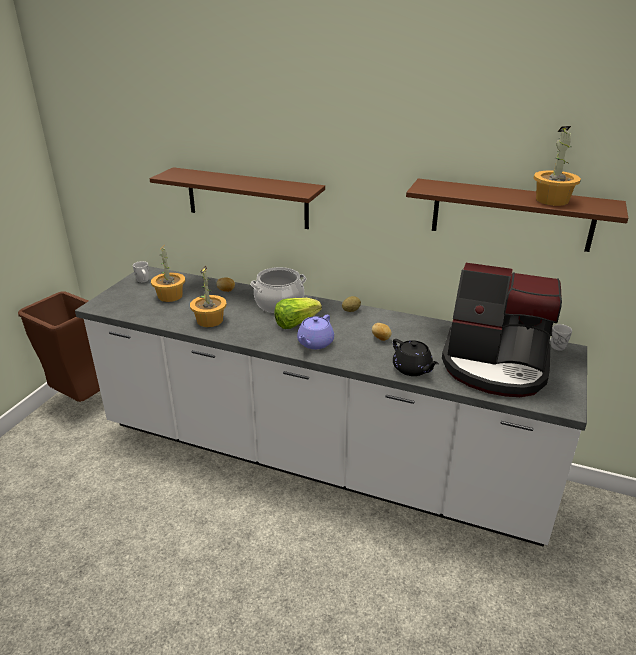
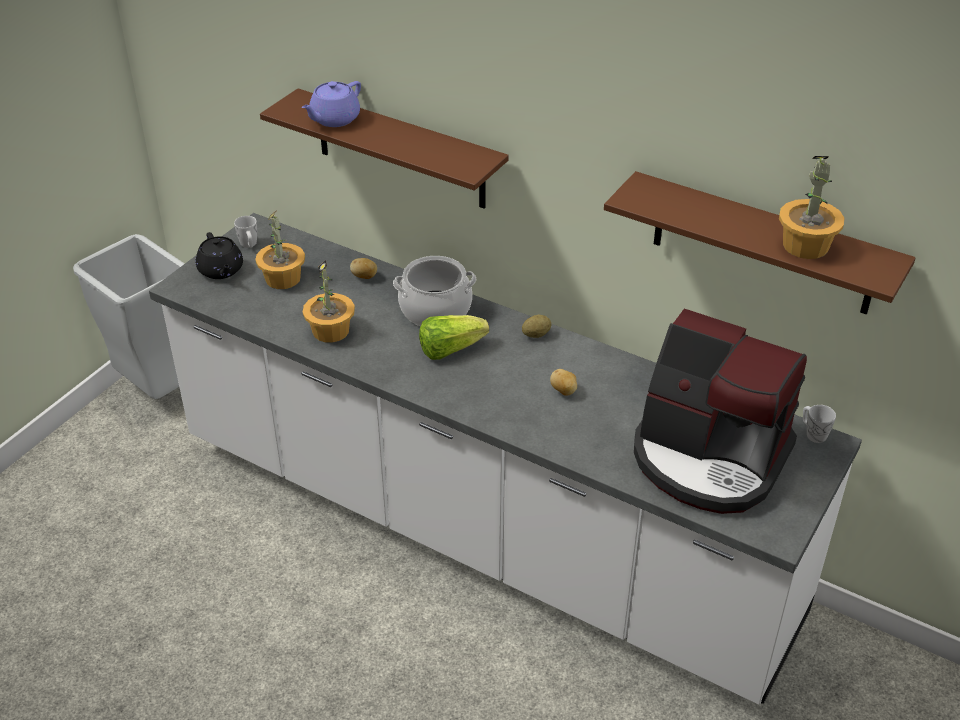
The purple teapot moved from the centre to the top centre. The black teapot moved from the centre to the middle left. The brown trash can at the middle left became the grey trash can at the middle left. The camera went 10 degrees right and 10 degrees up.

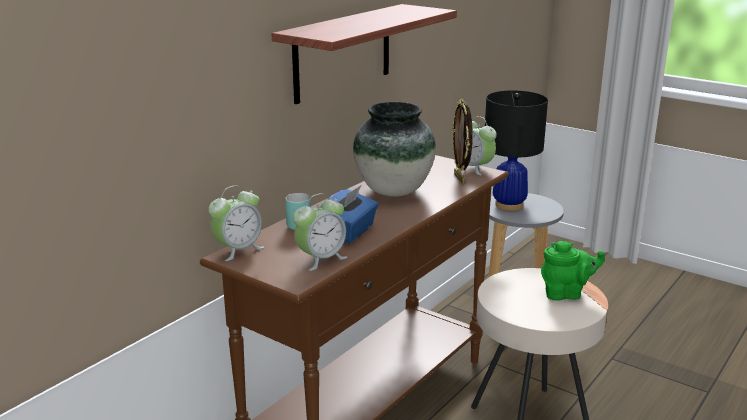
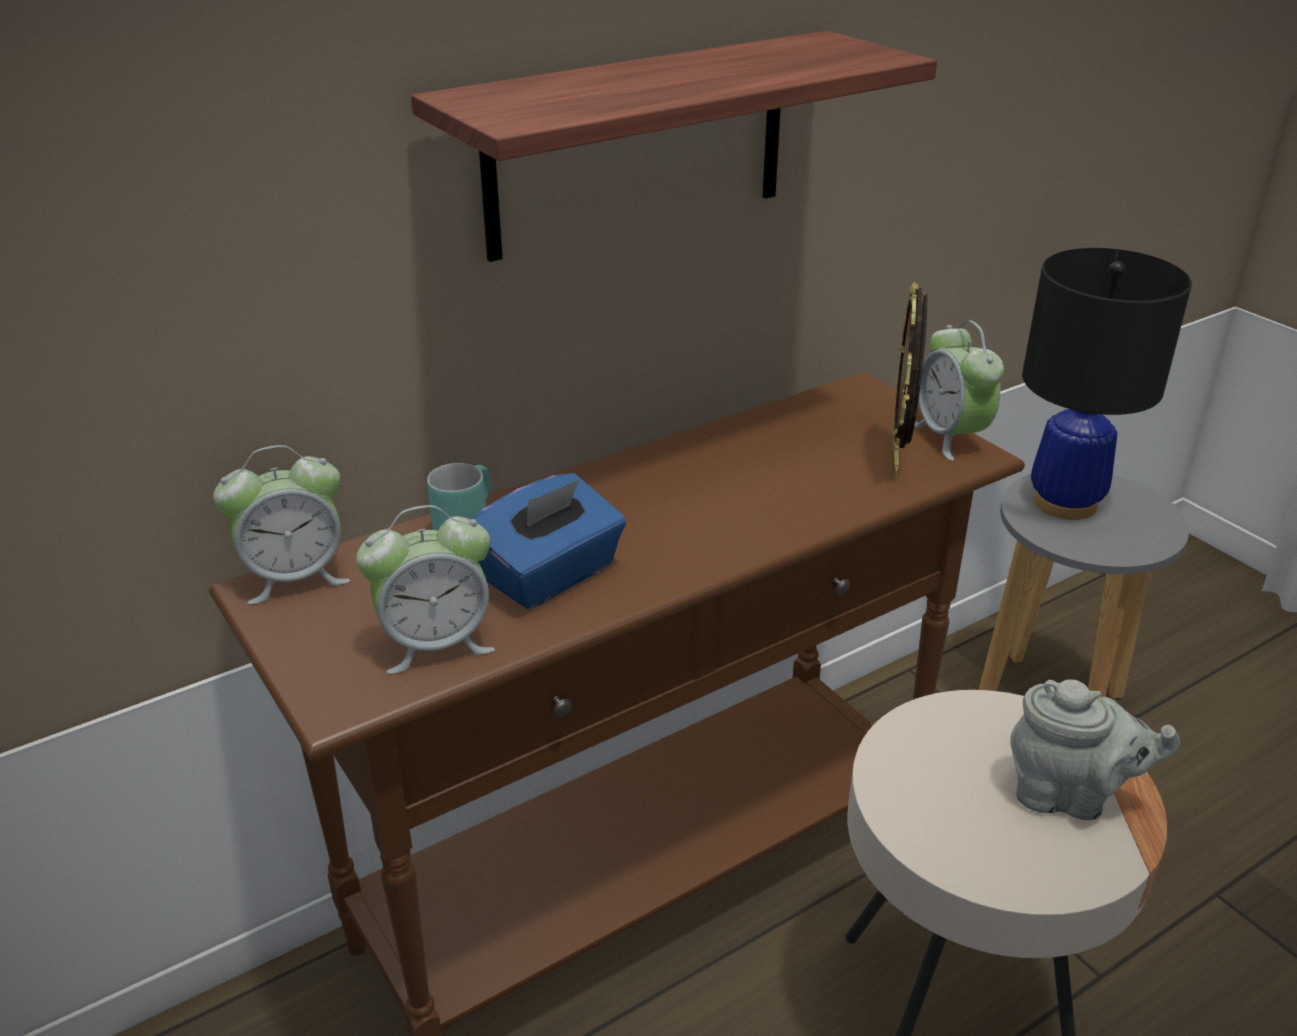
The vase at the centre disappeared. The green teapot at the middle right became the grey teapot at the bottom right. The camera went 20 degrees right and 10 degrees up.

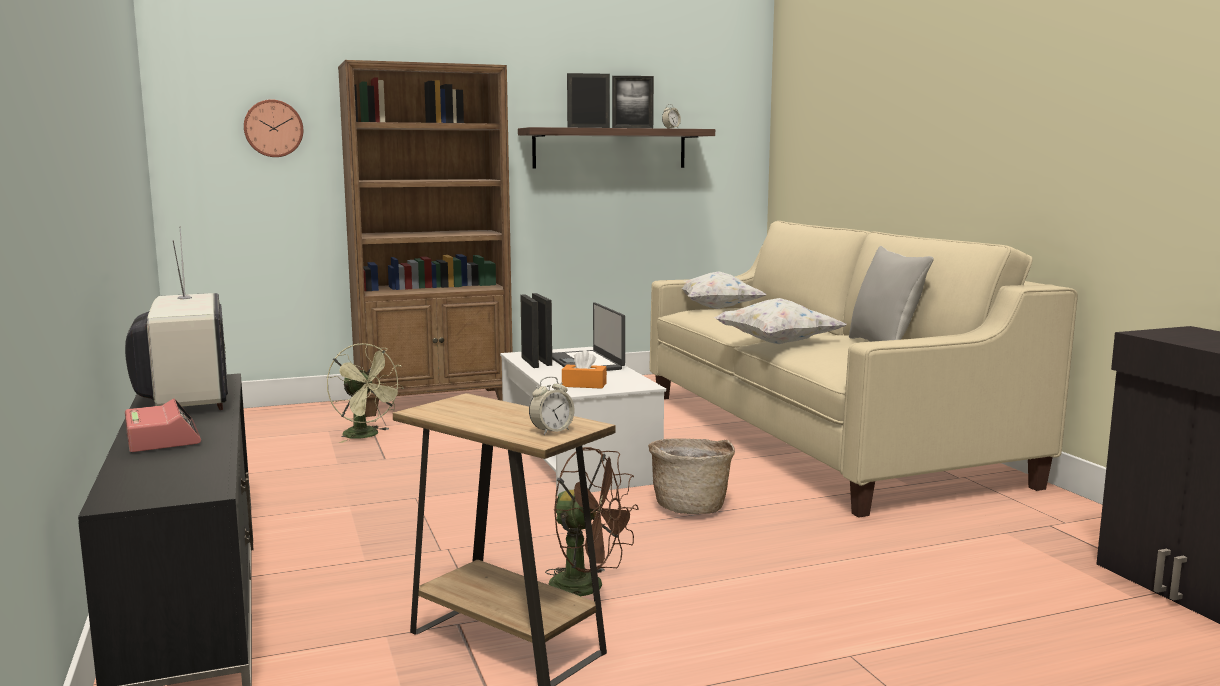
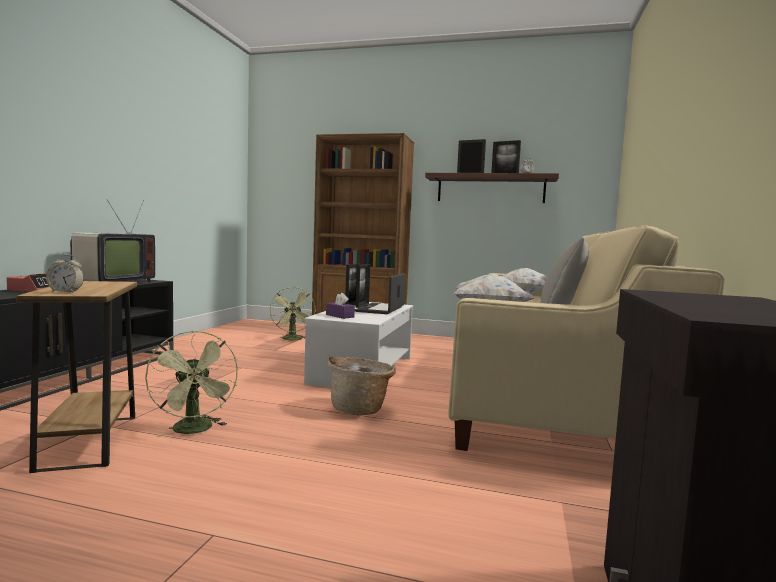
The wall clock at the top left disappeared. The brown fan at the bottom centre became the green fan (1st from left) at the middle left. The orange tissue box at the centre became the purple tissue box at the centre. The camera went 35 degrees right and 5 degrees down.

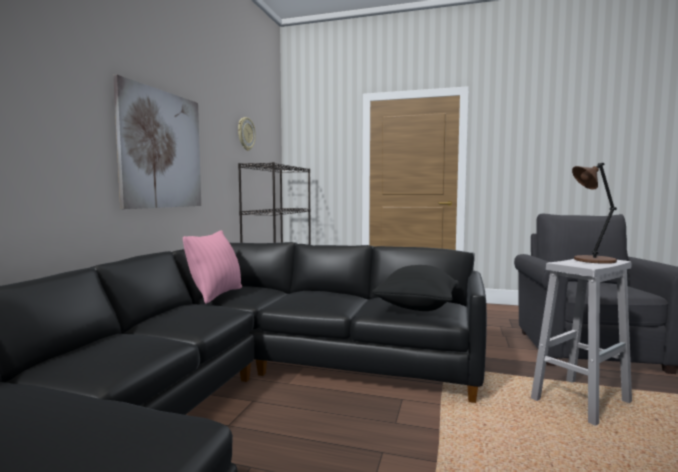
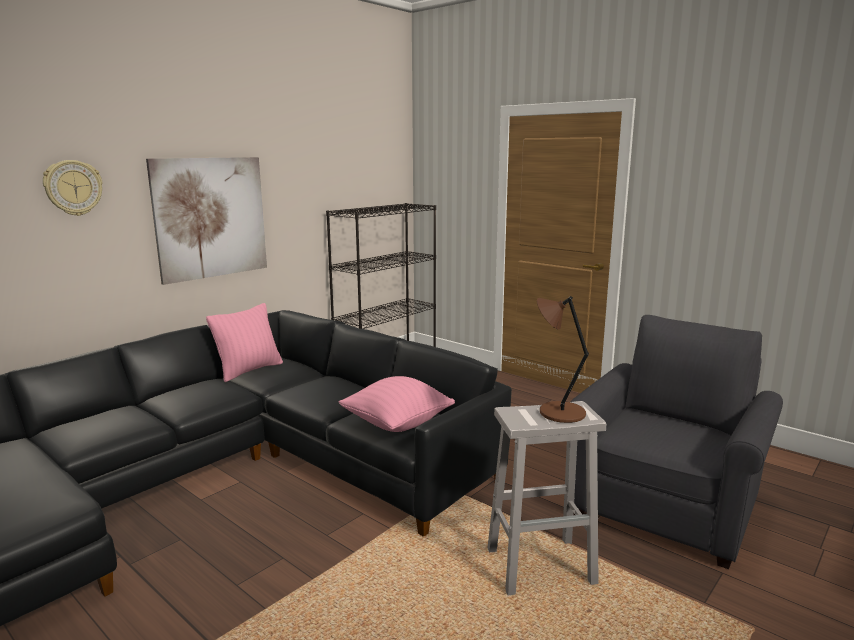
The wall clock moved from the top centre to the top left. The black pillow at the centre became the pink pillow (2nd from left) at the centre. The camera went 25 degrees right and 10 degrees up.

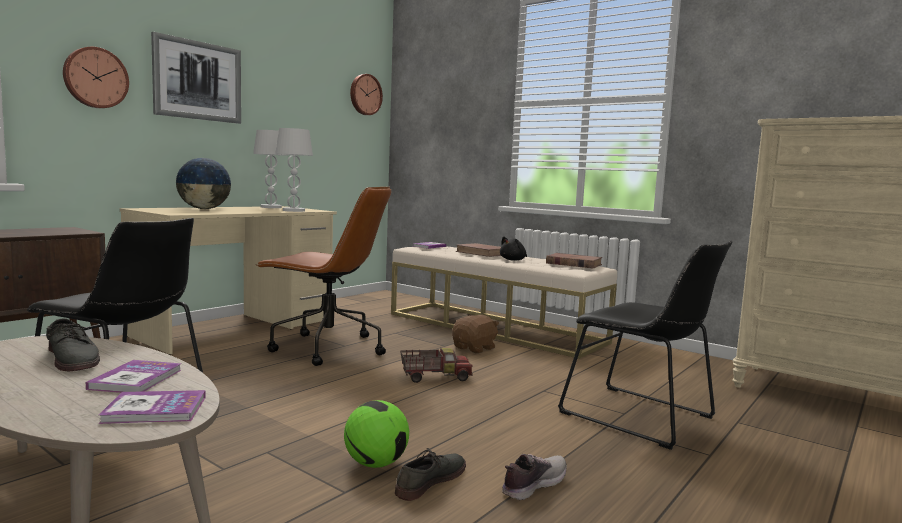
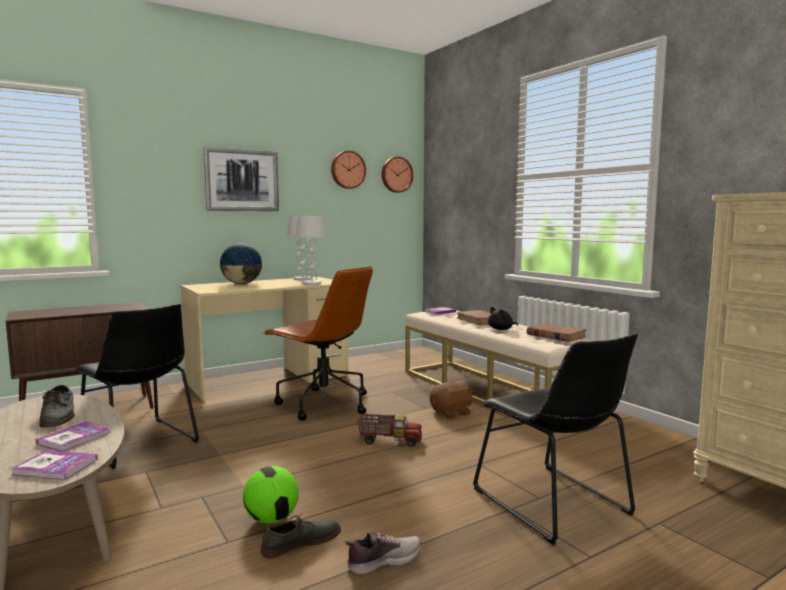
The wall clock (1st from left) moved from the top left to the top centre. The camera went 20 degrees right and 0 degrees up.

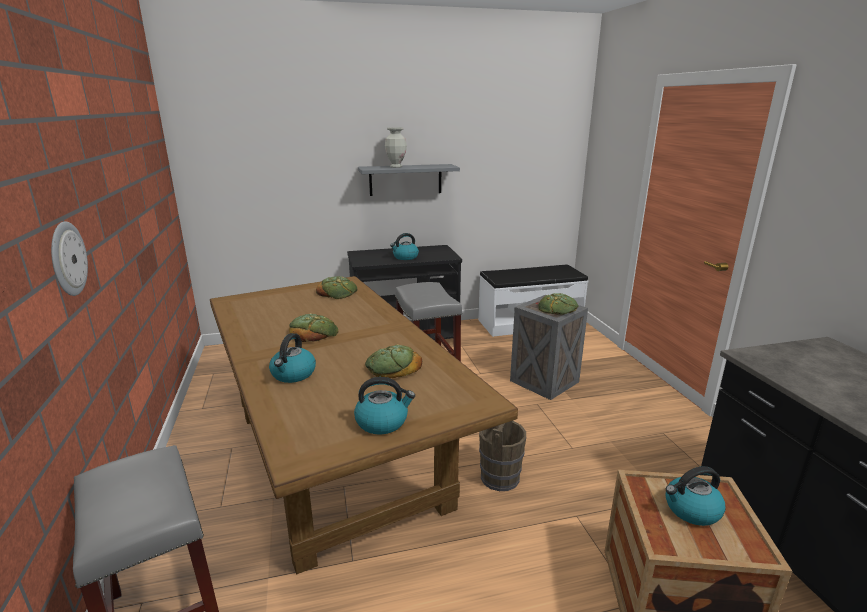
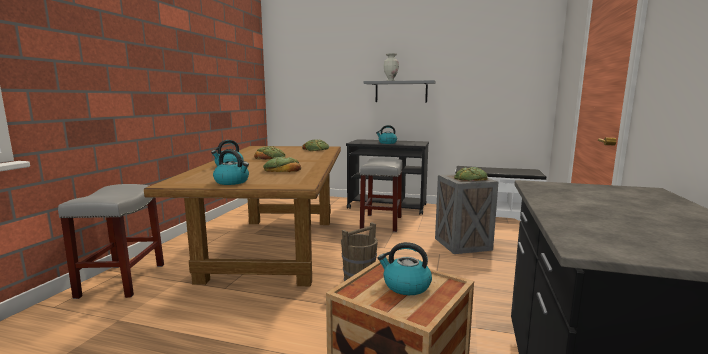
The wall clock at the middle left disappeared. The camera went 30 degrees right and 10 degrees down.

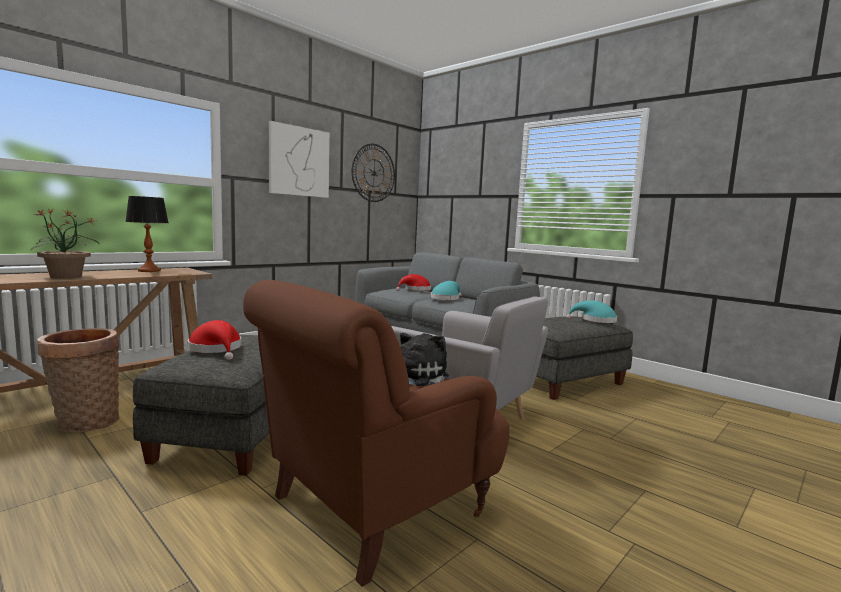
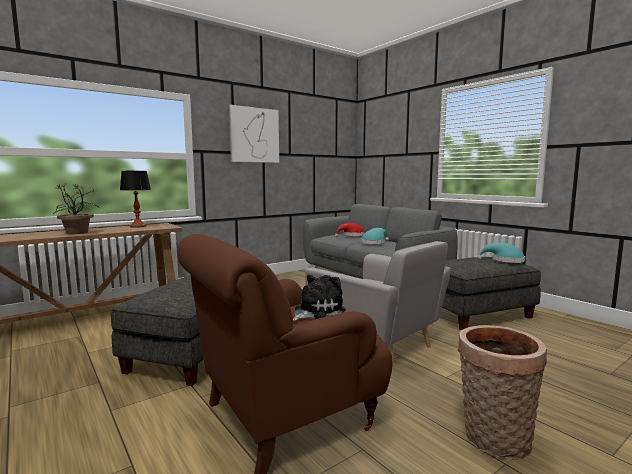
The red hat (1st from left) at the middle left disappeared. The wall clock at the top centre disappeared. The basket moved from the middle left to the bottom right. The camera went 10 degrees right and 0 degrees up.

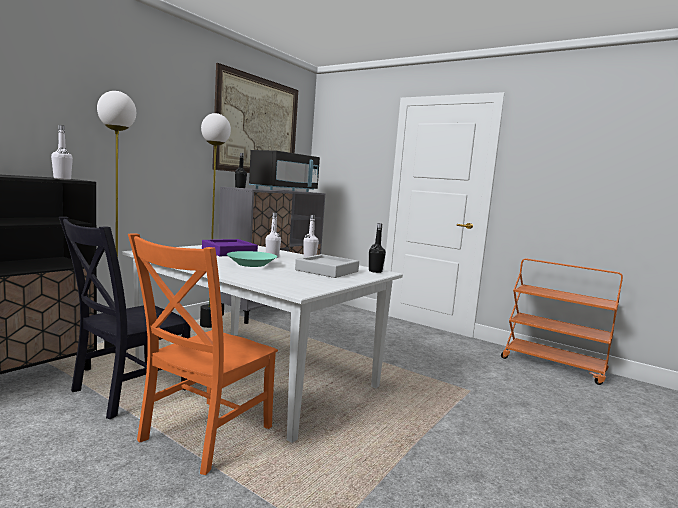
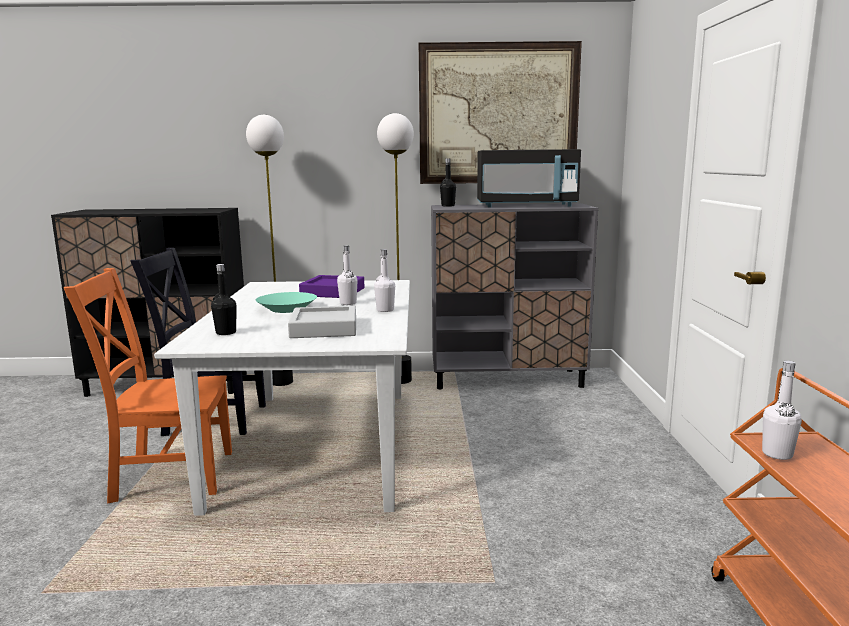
The white bottle (1st from left in the first image) moved from the top left to the middle right. The black bottle (2nd from left in the first image) moved from the centre to the middle left. The camera went 55 degrees right and 5 degrees up.

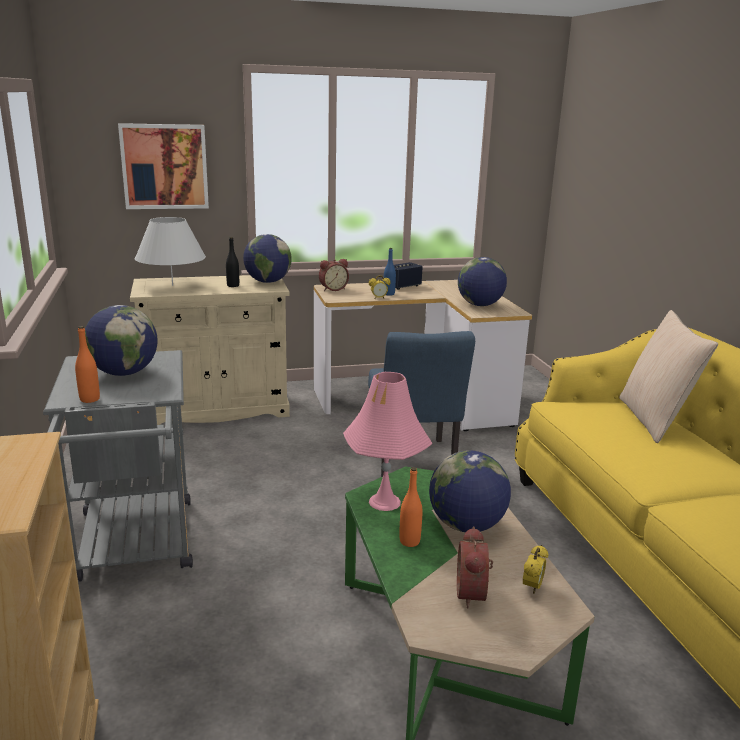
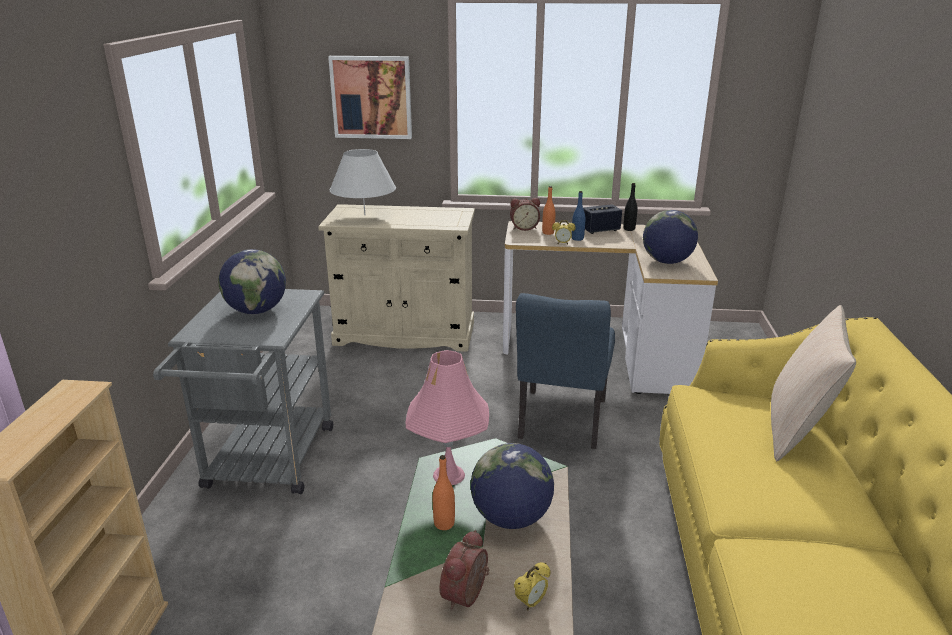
The globe (2nd from left) at the centre disappeared. The orange bottle (1st from left in the first image) moved from the middle left to the top centre. The black bottle moved from the middle left to the top centre. The camera went 20 degrees right and 5 degrees up.

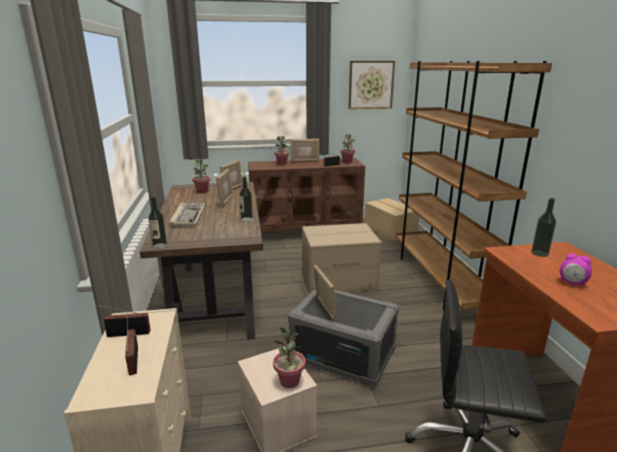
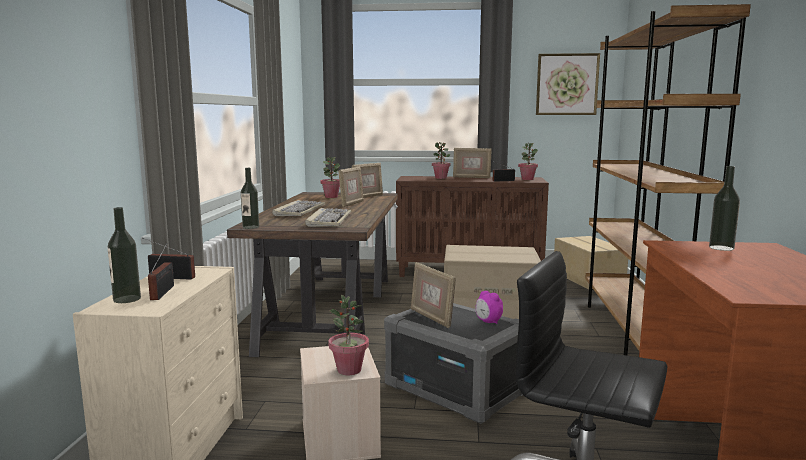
The keyboard (2nd from left) at the centre appeared. The bottle (2nd from left in the first image) moved from the centre to the middle left. The alarm clock moved from the middle right to the bottom centre. The picture frame (4th from left in the first image) at the centre turned 150 degrees clockwise. The camera went 15 degrees right and 10 degrees down.

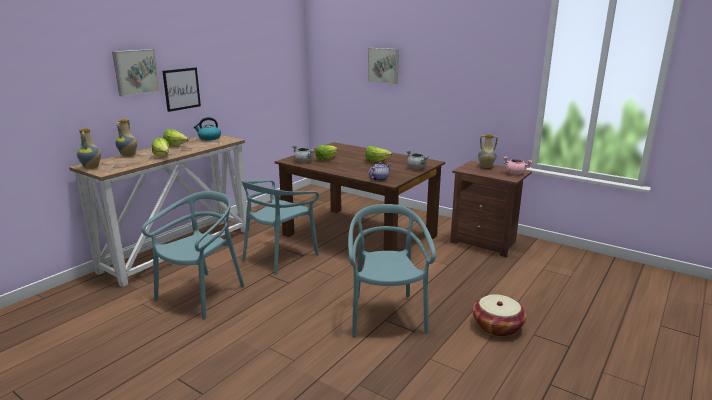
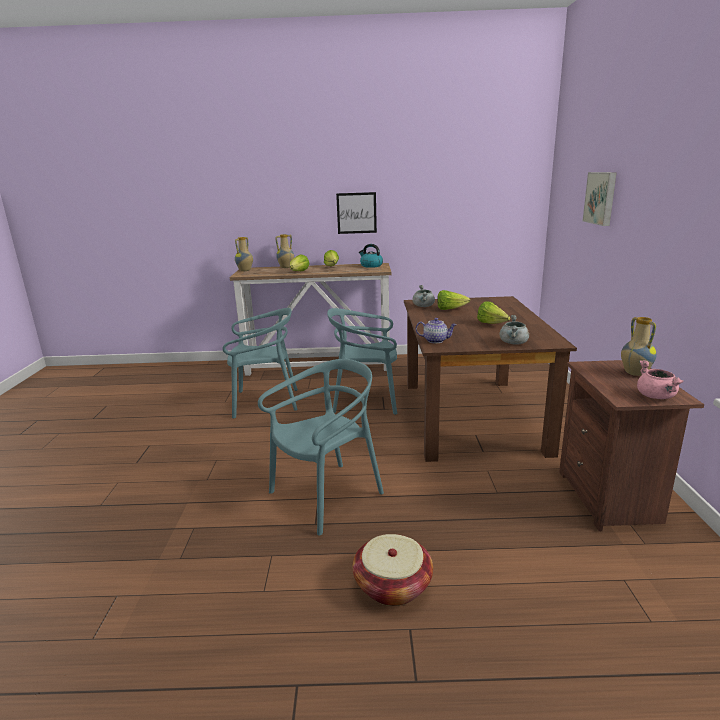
The picture (1st from left) at the top left disappeared. The camera went 55 degrees right and 0 degrees up.

